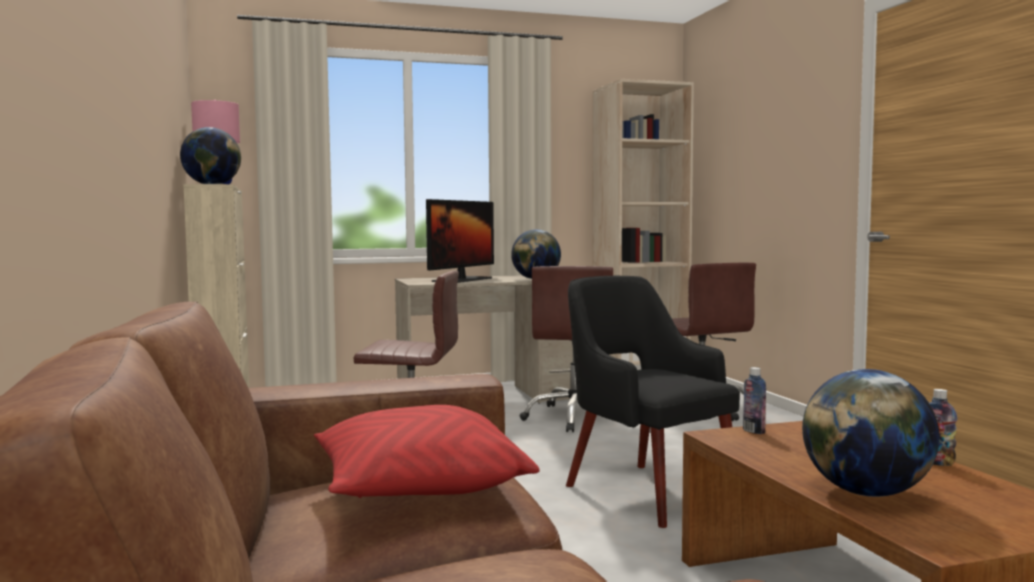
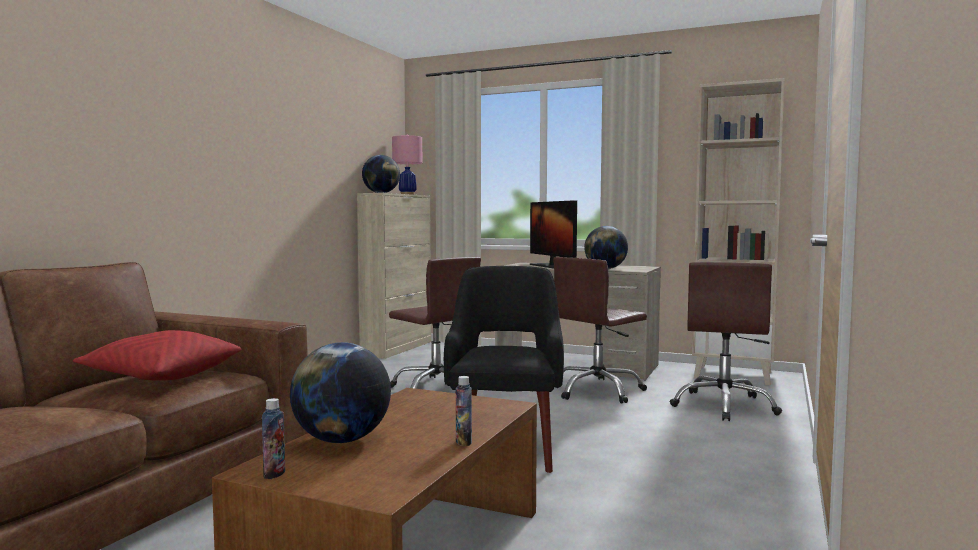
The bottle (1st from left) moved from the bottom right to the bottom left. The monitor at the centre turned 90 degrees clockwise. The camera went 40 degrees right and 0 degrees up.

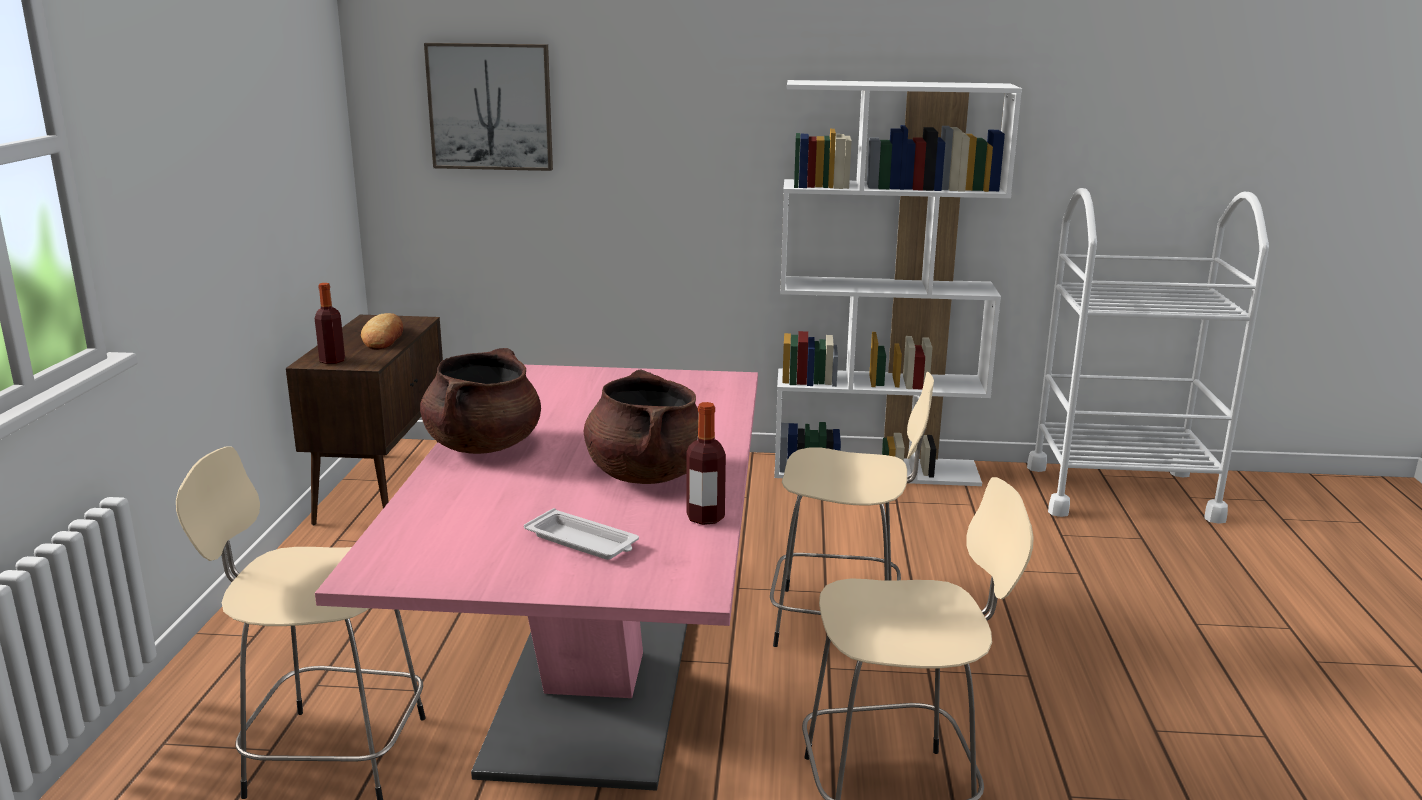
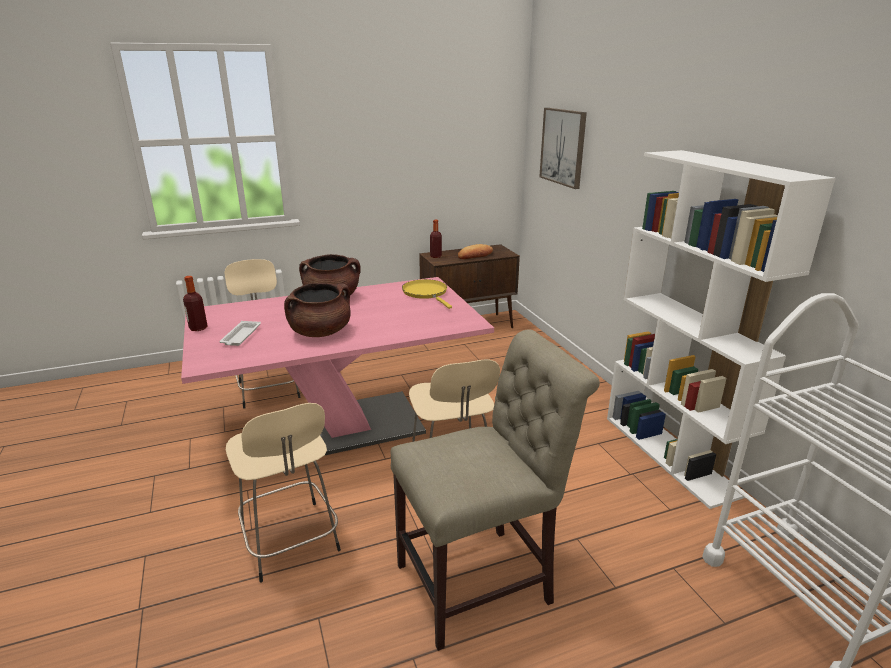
The beige chair at the bottom centre appeared. The yellow frying pan at the centre appeared. The bottle (2nd from left in the first image) moved from the centre to the middle left. The camera went 65 degrees right and 5 degrees up.

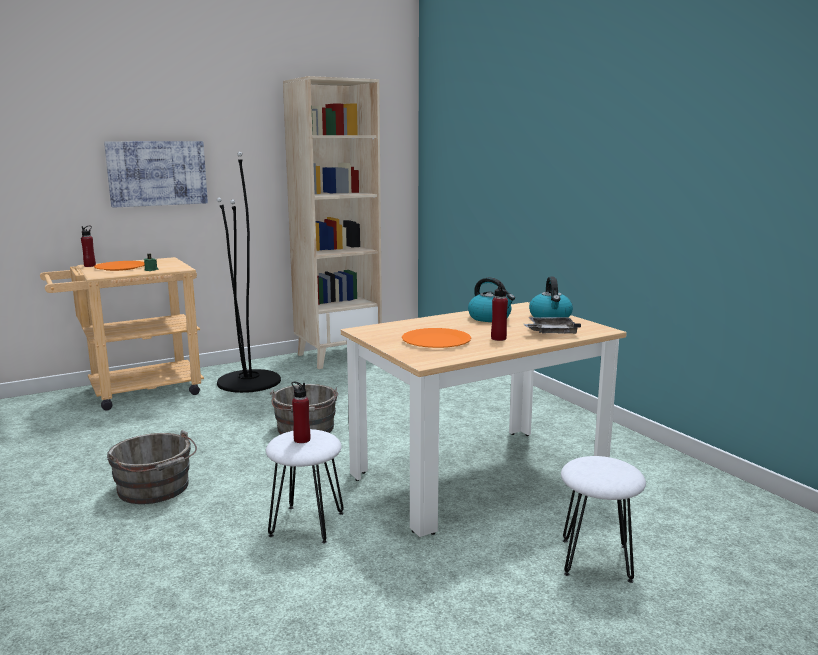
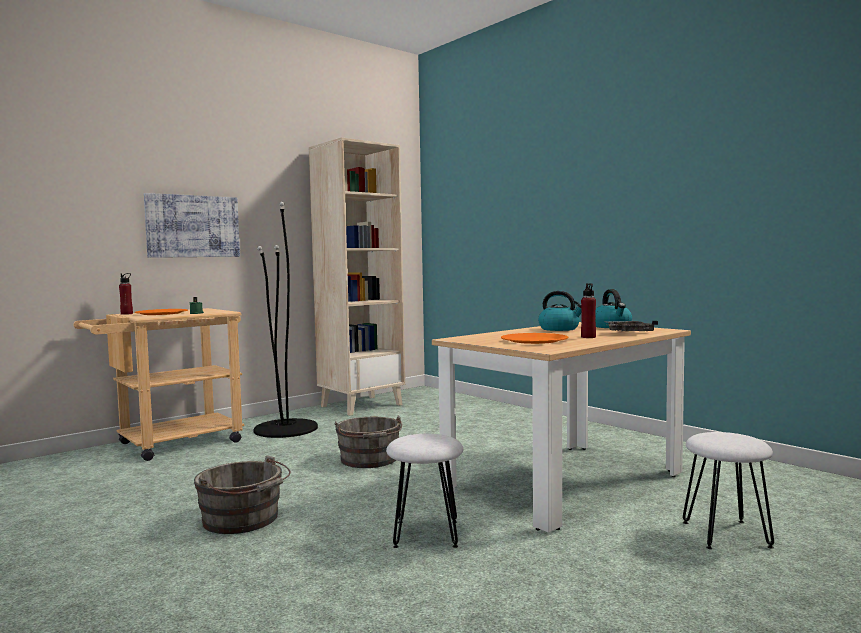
The red bottle (2nd from left) at the centre disappeared. The camera went 10 degrees left and 10 degrees down.

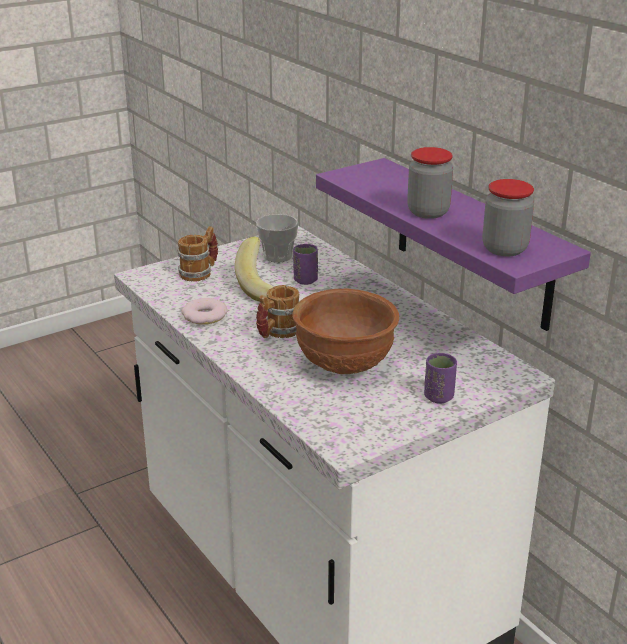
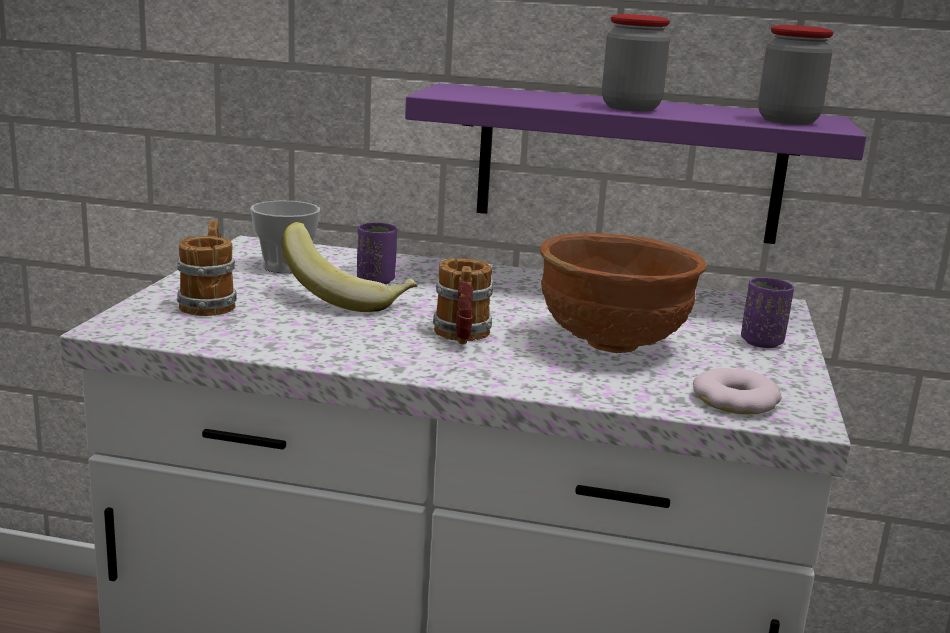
The donut moved from the middle left to the middle right. The camera went 45 degrees left and 10 degrees down.

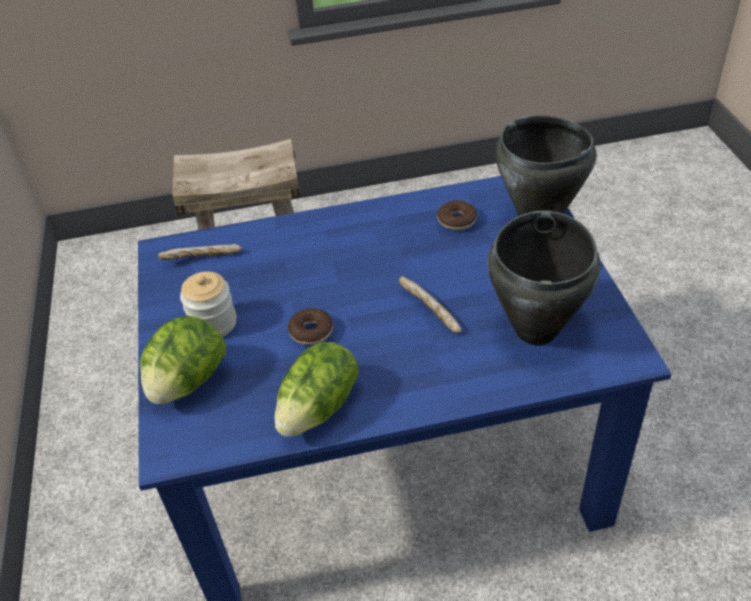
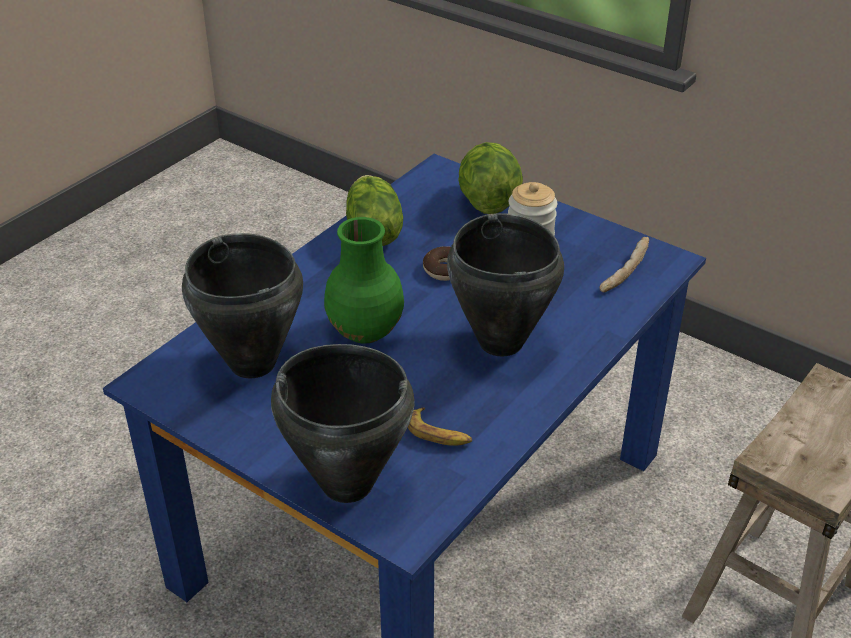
The black cooking pot (3rd from left) at the centre appeared. The bread (2nd from left) at the centre was replaced by the green vase at the centre. The donut (2nd from left) at the centre was replaced by the banana at the bottom centre. The camera went 135 degrees right and 5 degrees down.

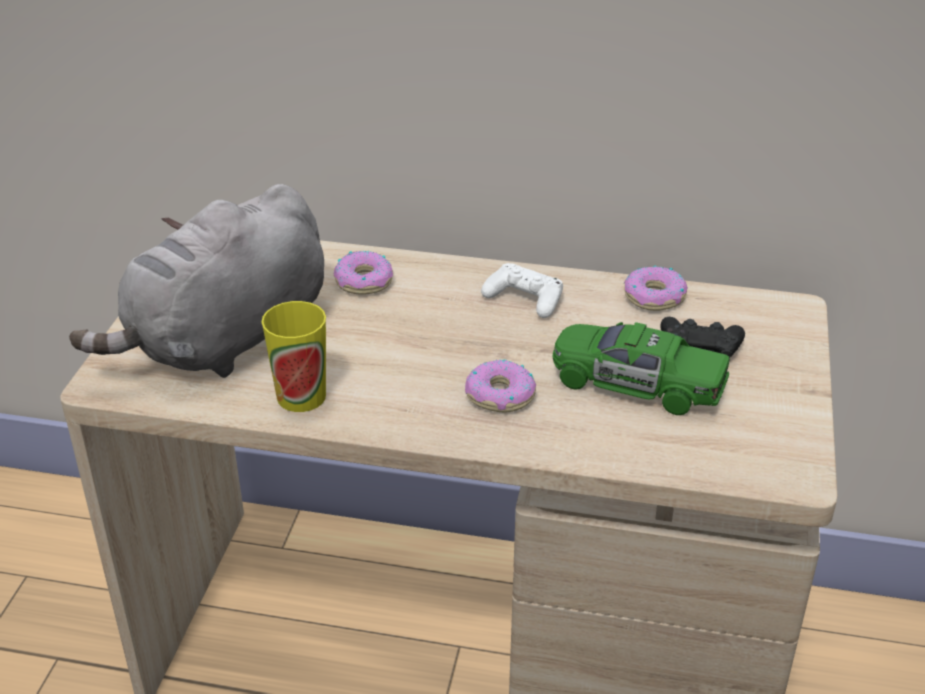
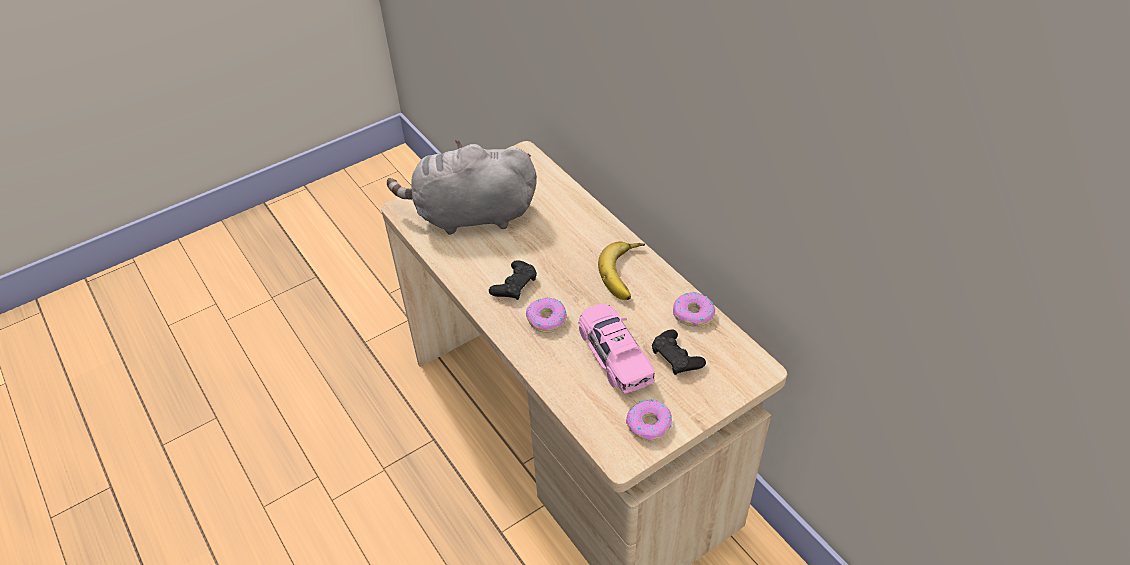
The cup at the middle left disappeared. The black game controller (1st from left) at the centre appeared. The donut (1st from left in the first image) moved from the centre to the bottom centre. The white game controller at the centre was replaced by the banana at the centre. The green toy car at the middle right became the pink toy car at the centre. The camera went 45 degrees right and 10 degrees up.

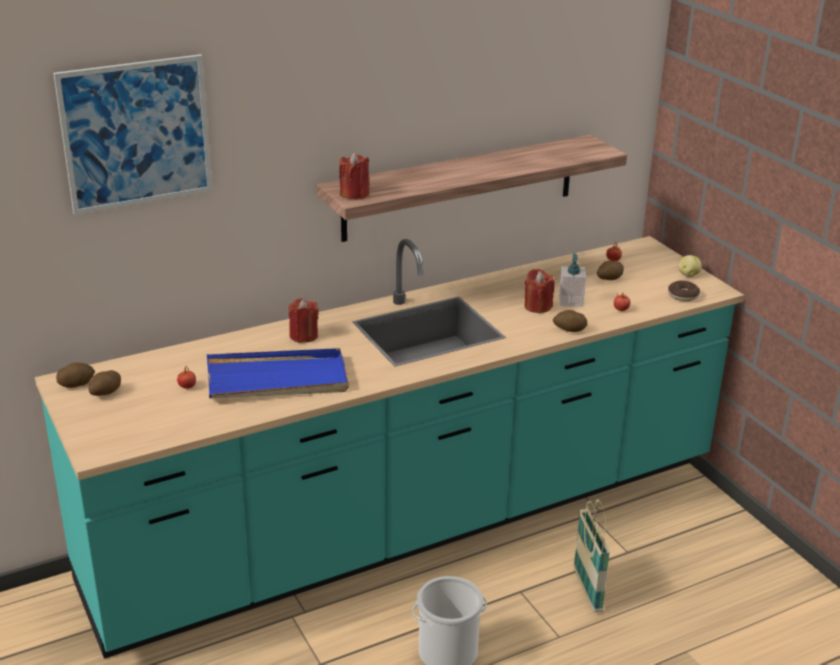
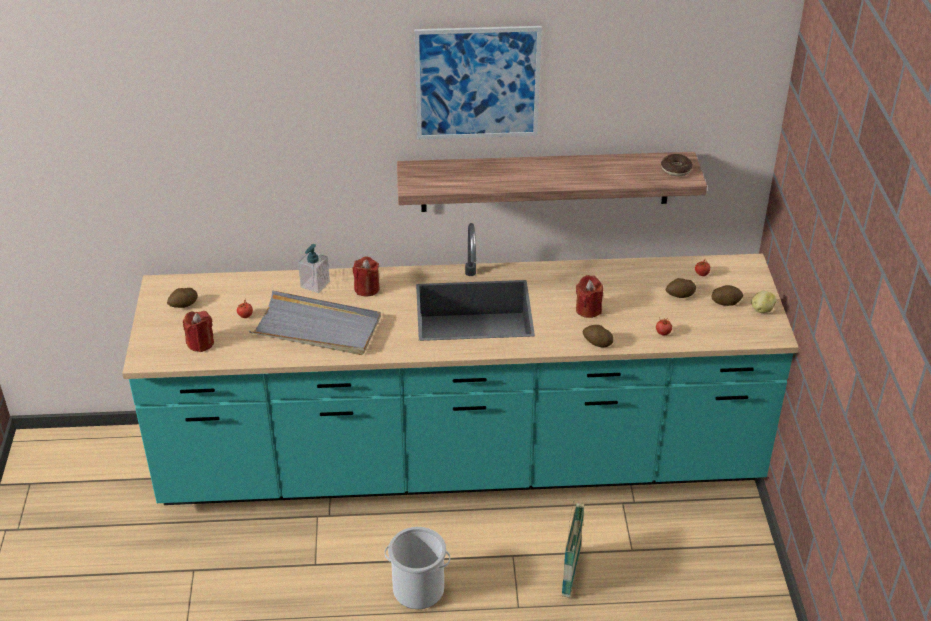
The picture moved from the top left to the top centre. The potato (1st from left in the first image) moved from the middle left to the middle right. The red candle (2nd from left in the first image) moved from the top centre to the middle left. The soap dispenser moved from the middle right to the centre. The donut moved from the middle right to the top right. The blue tray at the middle left became the grey tray at the centre. The camera went 25 degrees right and 10 degrees up.

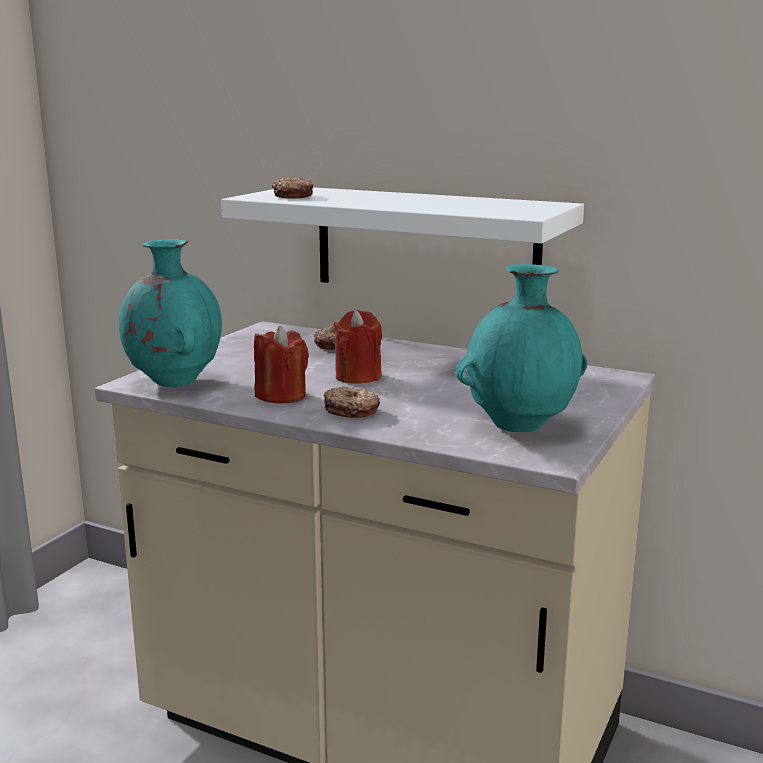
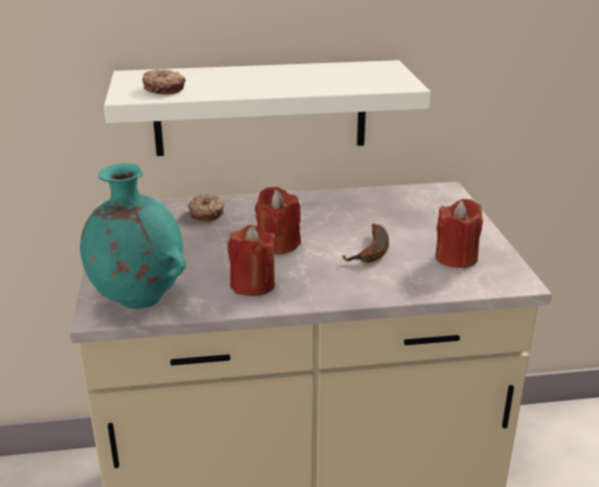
The donut (3rd from left) at the centre disappeared. The banana at the centre appeared. The turquoise vase (2nd from left) at the middle right was replaced by the red candle (3rd from left) at the middle right. The camera went 35 degrees left and 10 degrees up.

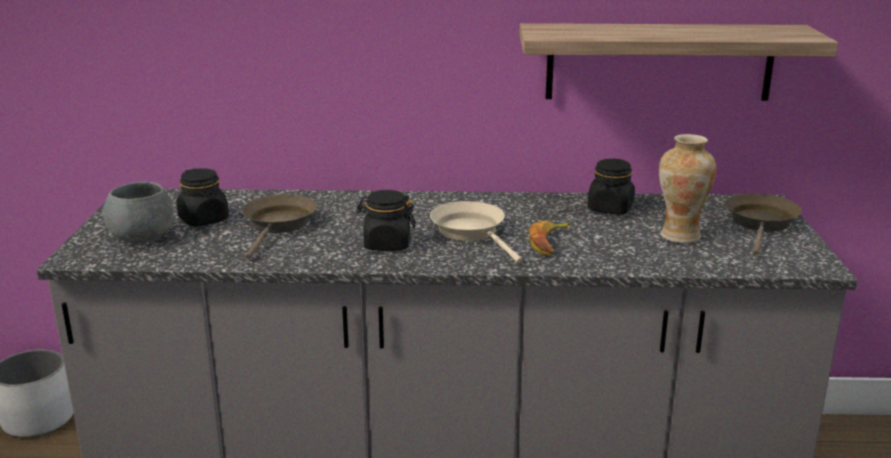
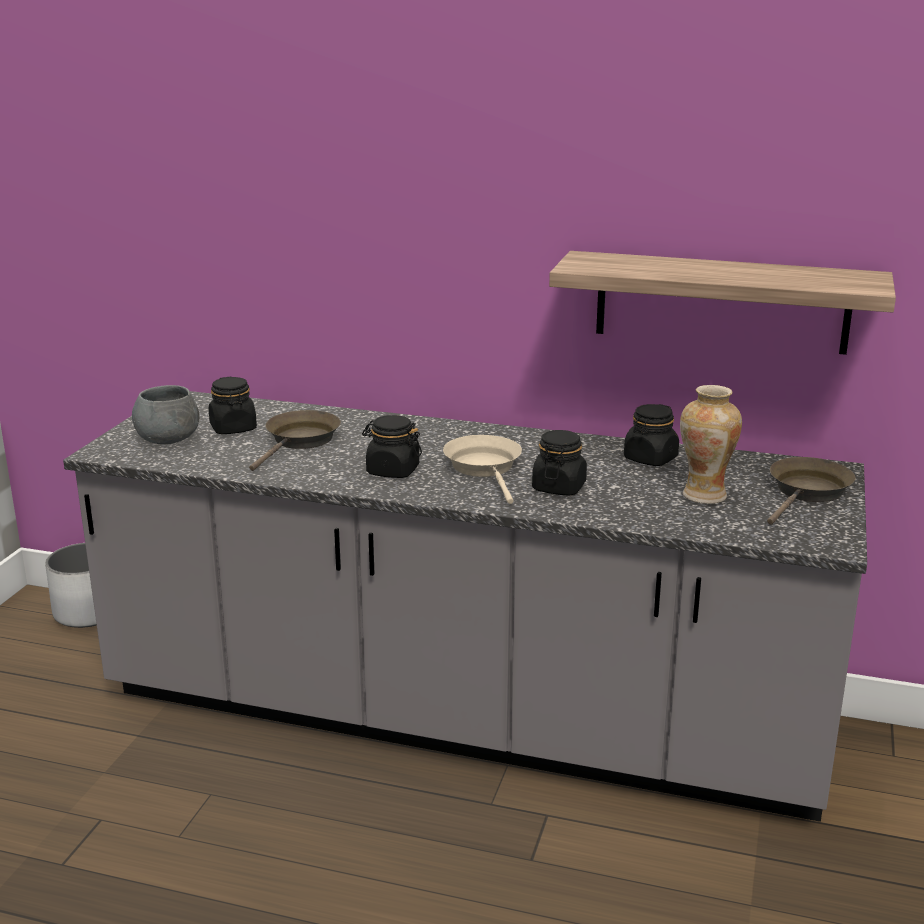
The banana at the centre was replaced by the black jar (3rd from left) at the centre. The camera went 15 degrees right and 0 degrees up.

